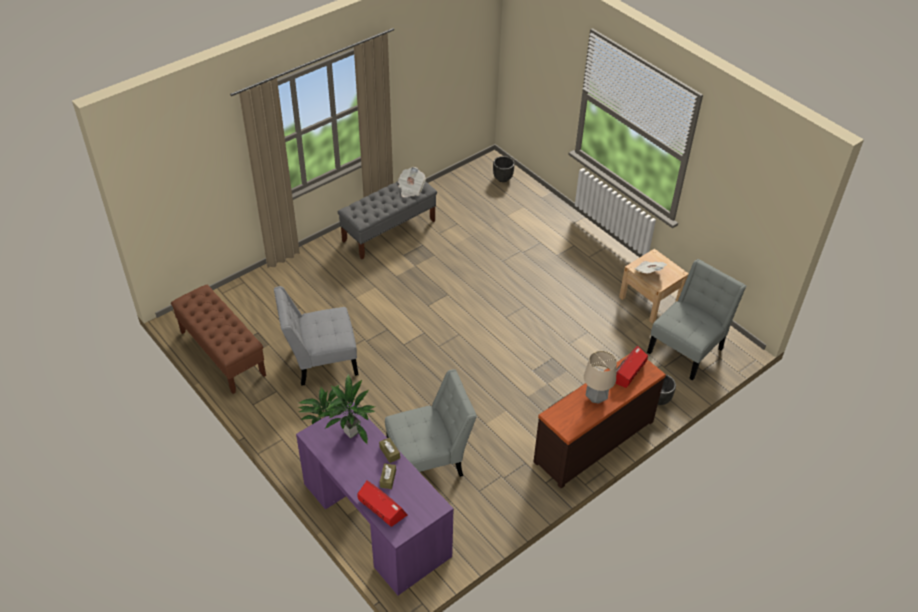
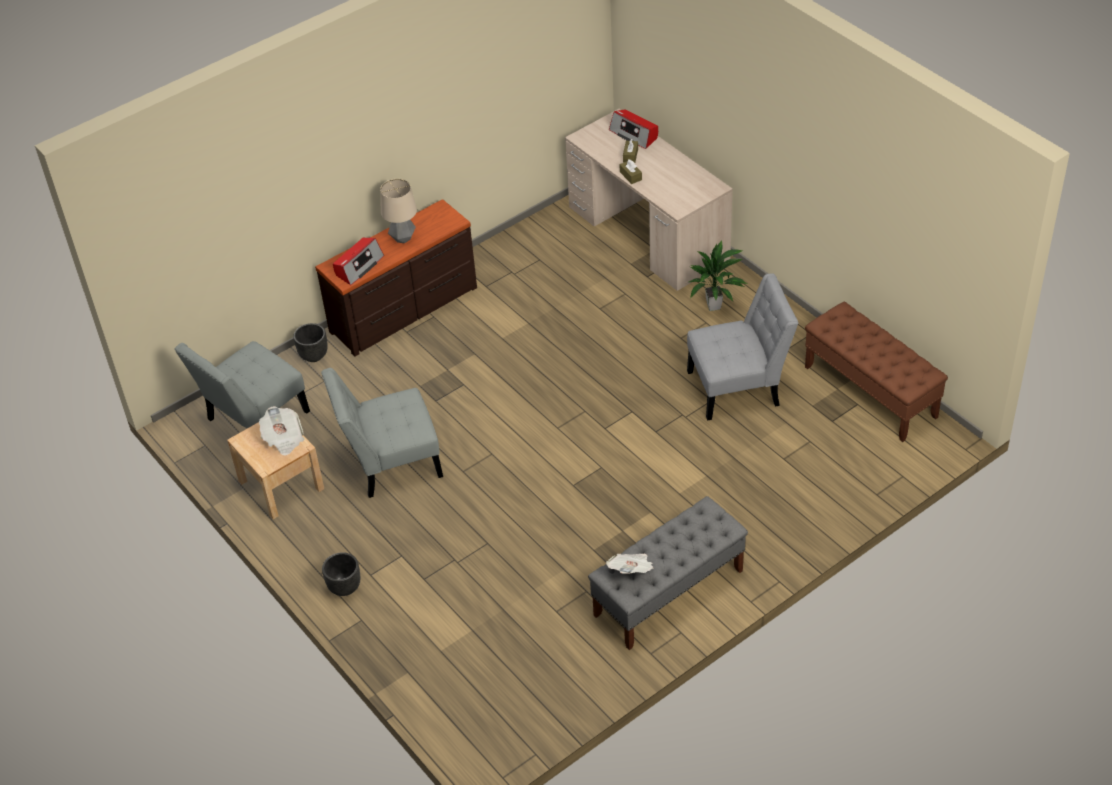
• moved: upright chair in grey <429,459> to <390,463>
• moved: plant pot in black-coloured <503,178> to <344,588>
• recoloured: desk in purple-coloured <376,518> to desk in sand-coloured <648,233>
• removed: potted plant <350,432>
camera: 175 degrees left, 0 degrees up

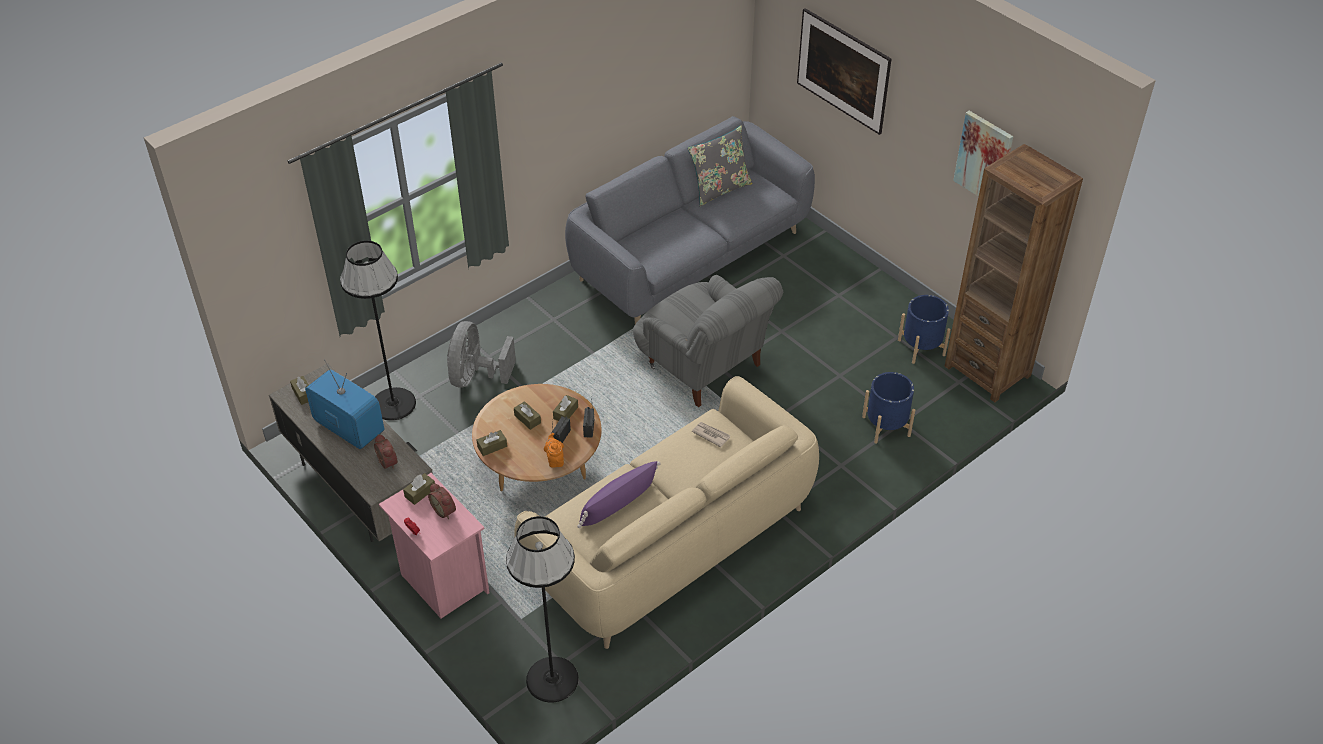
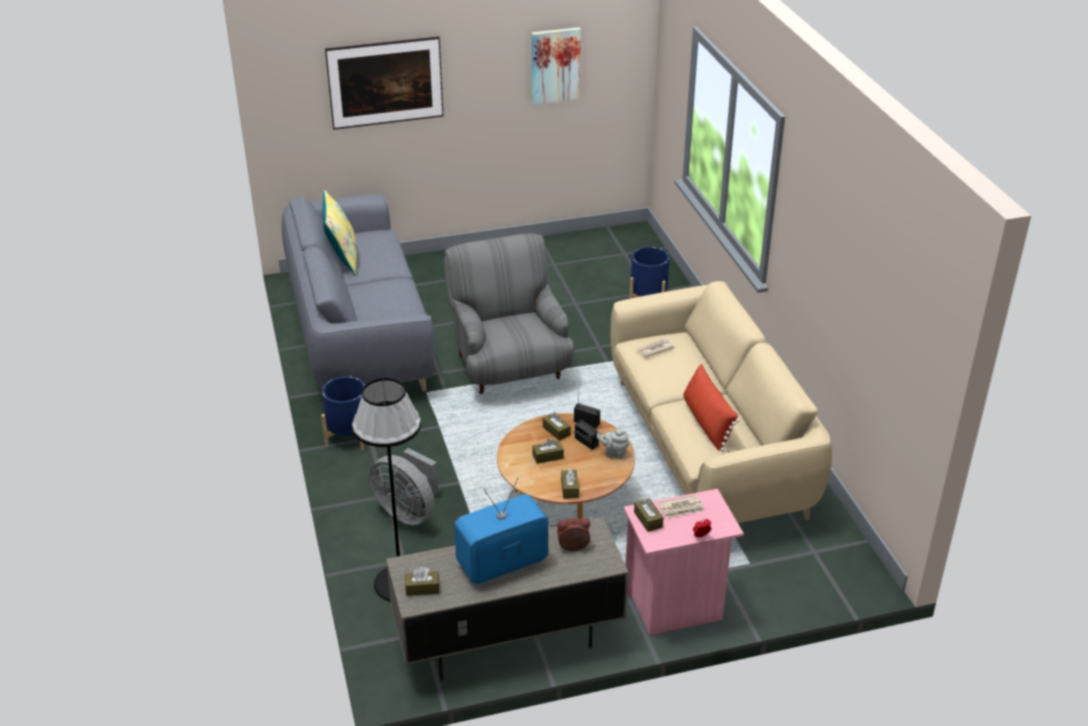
• moved: plant pot in blue <921,347> to <349,436>
• recoloured: throw pillow in grey <719,189> to throw pillow in yellowish <342,258>
• turned: easy chair in grey <704,366> = <509,367> 90 degrees counterclockwise
• recoloured: pot for tea in orangey <555,460> to pot for tea in grey <613,453>
• replaced: bedside clock <445,510> to printed paper <682,508>
• recoloured: throw pillow in purple-coloured <617,505> to throw pillow in red-coloured <707,422>
• removed: floor lamp in black-coloured <552,679>
• removed: bookshelf in brown-coloured <987,371>
camera: 65 degrees left, 10 degrees down

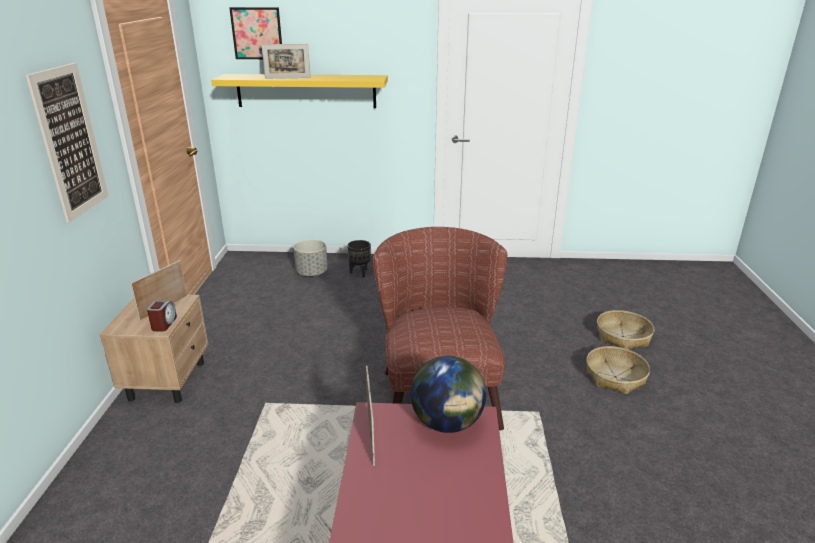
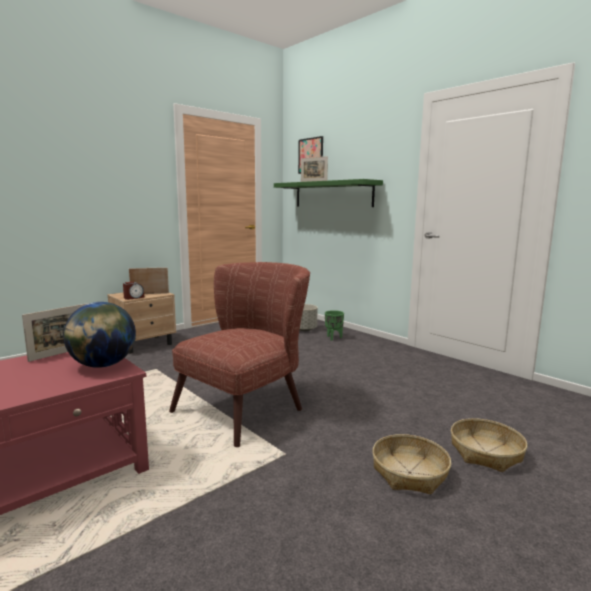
• recoloured: wall shelf in yellowish <306,91> to wall shelf in greenish <332,194>
• recoloured: plant pot in black-coloured <360,273> to plant pot in greenish <334,338>
• removed: picture <70,142>
camera: 45 degrees right, 15 degrees down

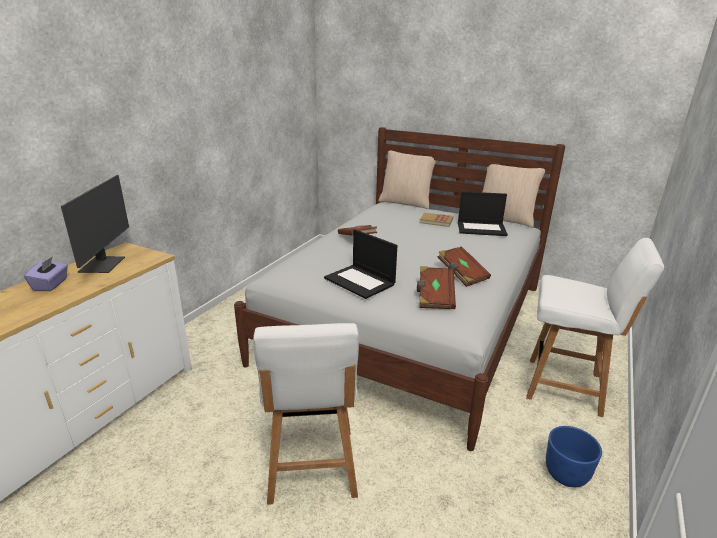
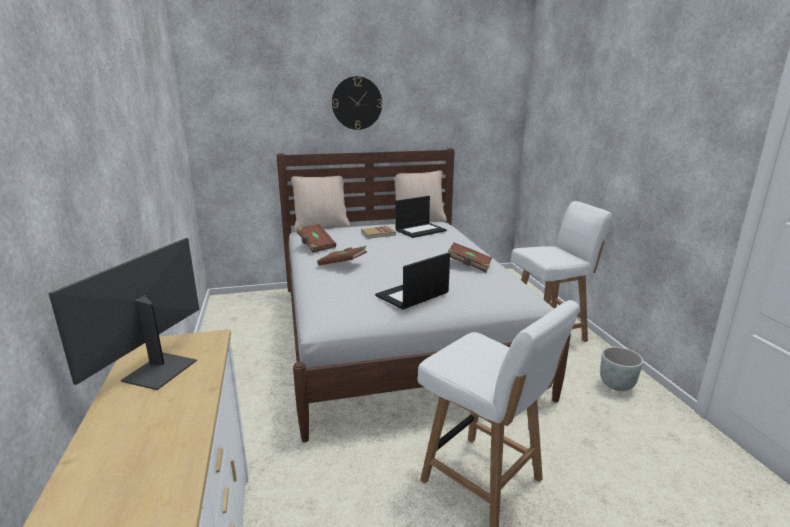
• turned: computer screen <103,264> = <158,370> 120 degrees counterclockwise
• moved: bound book in brown-coloured <434,297> to <315,245>
• added: hanging clock <357,103>
• turned: portable computer <360,281> = <412,295> 135 degrees clockwise
• recoloured: plant pot in blue <566,475> to plant pot in grey <617,385>
• removed: box of tissues in purple-coloured <51,285>
camera: 40 degrees left, 5 degrees down

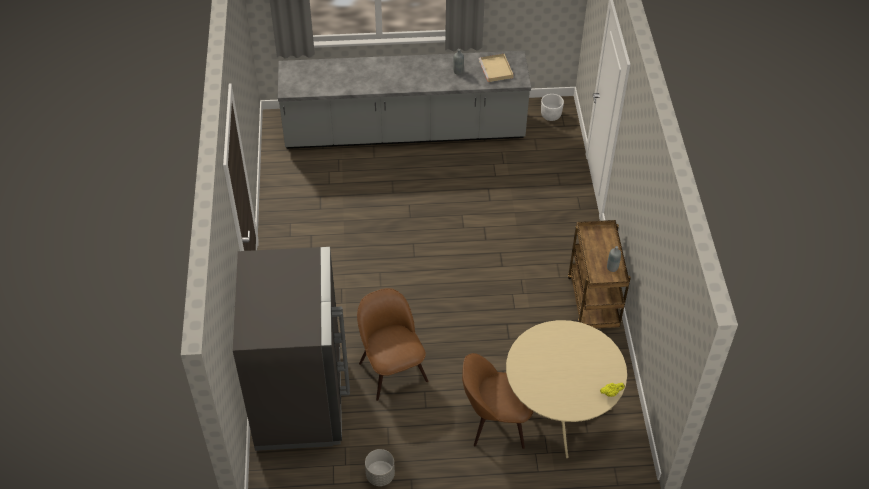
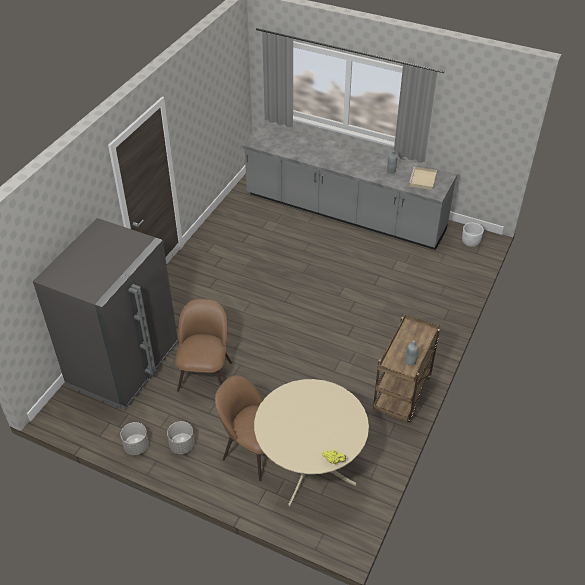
• added: plant pot in grey <182,446>
camera: 30 degrees right, 5 degrees down

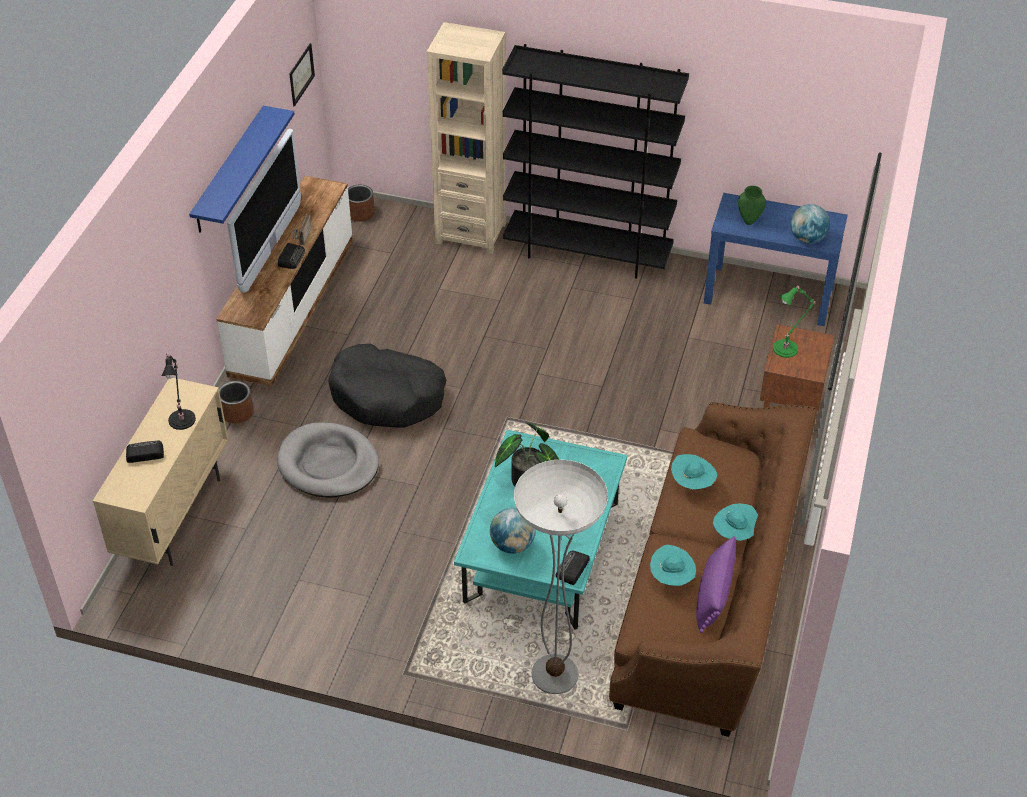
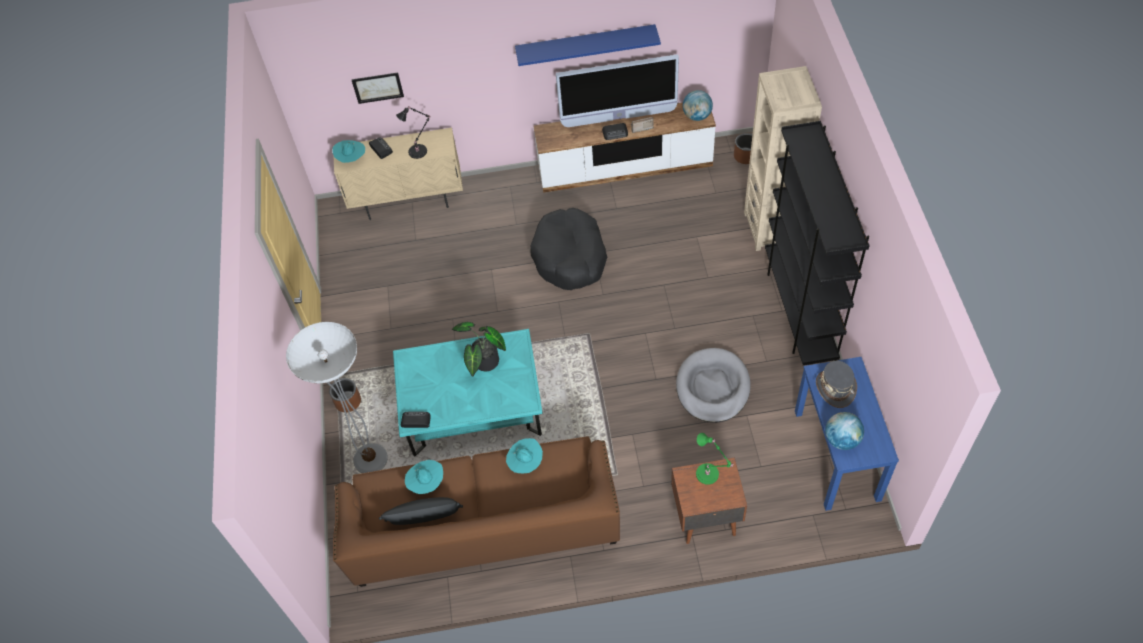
• moved: plant pot in brown-coloured <237,413> to <347,401>
• moved: hat in turquoise-coloured <734,534> to <351,159>
• moved: picture <301,74> to <378,87>
• recoloured: throw pillow in purple-coloured <713,595> to throw pillow in black-coloured <424,516>
• moved: dog cushion in grey <328,464> to <712,387>
• moved: desk globe <512,545> to <697,116>
• replaced: flower vase in greenish <749,221> to hat in grey <835,388>
camera: 70 degrees right, 10 degrees up

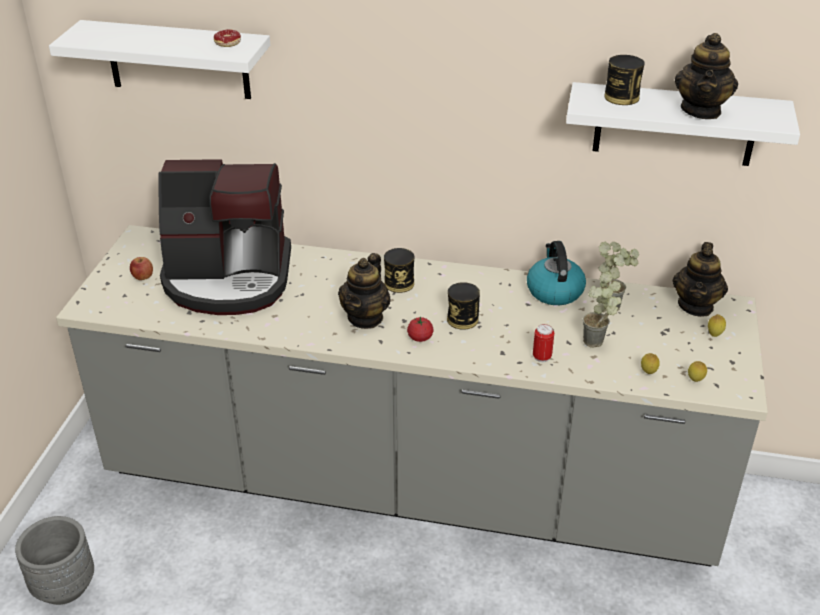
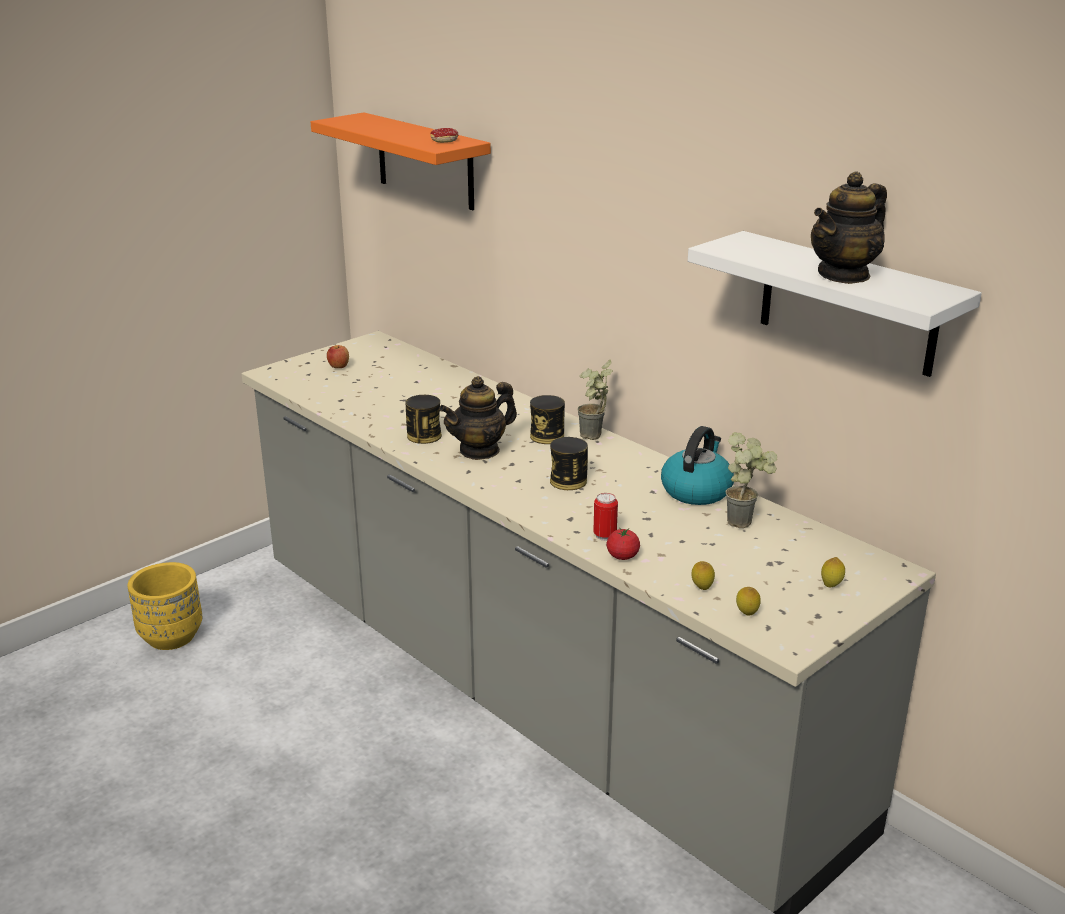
• recoloured: plant pot in grey <64,586> to plant pot in yellowish <171,636>
• recoloured: wall shelf in white <178,60> to wall shelf in orangey <425,161>
• moved: metal can <621,97> to <424,436>
• moved: potted plant <599,344> to <593,438>
• moved: whole tomato <420,338> to <622,556>
• removed: coffee maker <228,279>
• removed: pot for tea <696,306>
camera: 35 degrees right, 10 degrees down

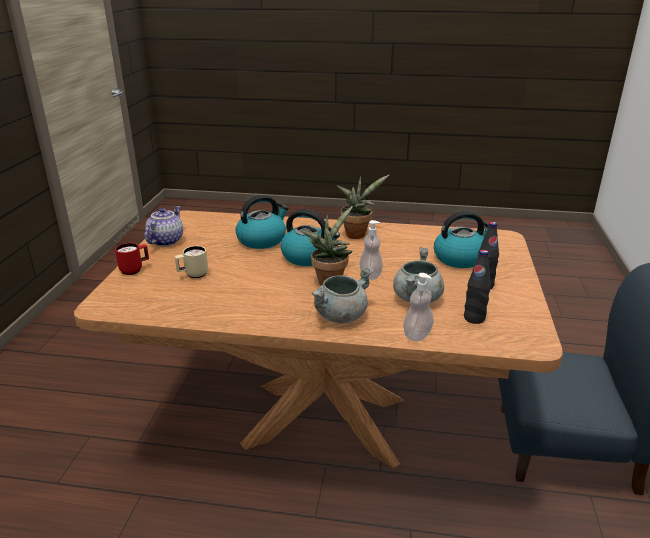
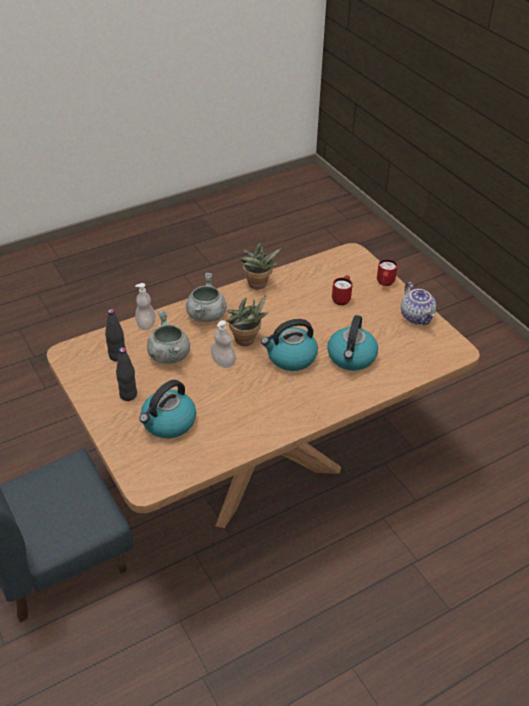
• moved: potted plant <357,233> to <257,286>
• recoloured: mug in sand-coloured <193,275> to mug in red-coloured <342,298>
camera: 140 degrees right, 15 degrees up

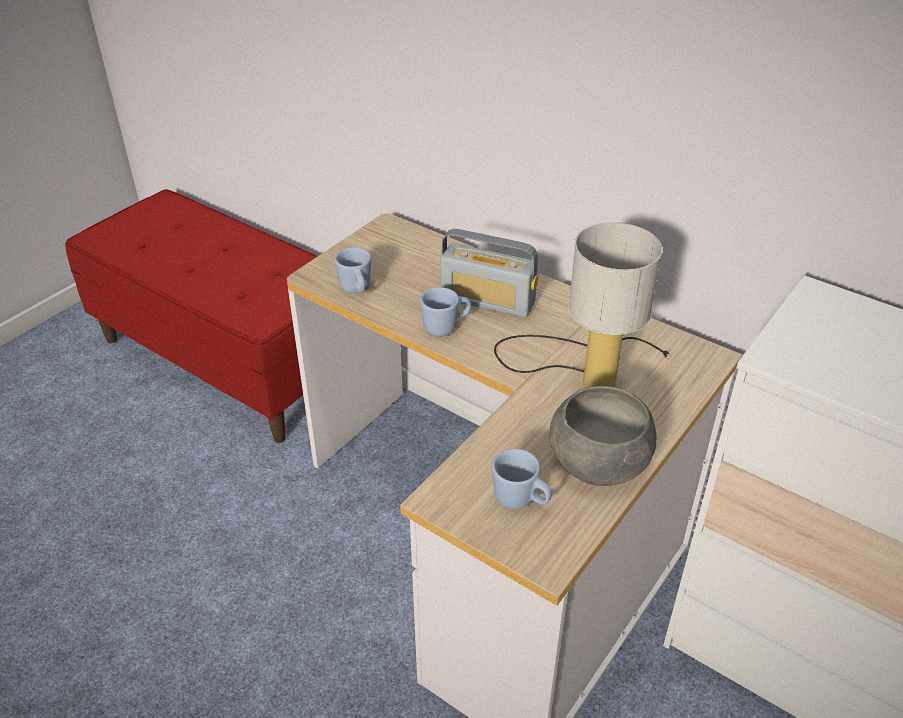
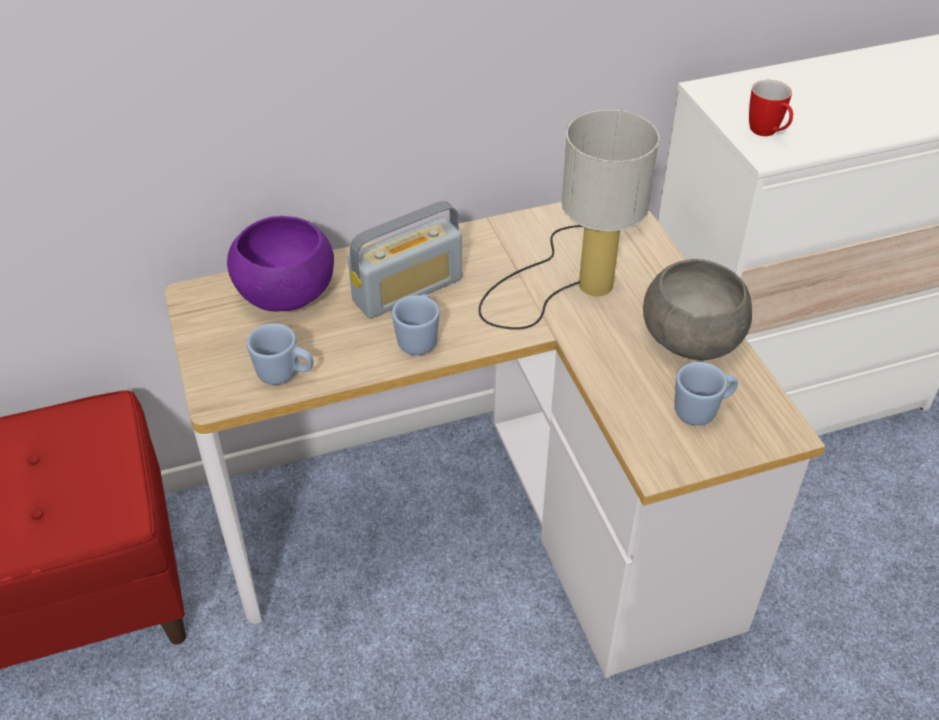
• added: bowl in purple-coloured <286,292>
• added: mug <767,133>
camera: 55 degrees left, 5 degrees up

